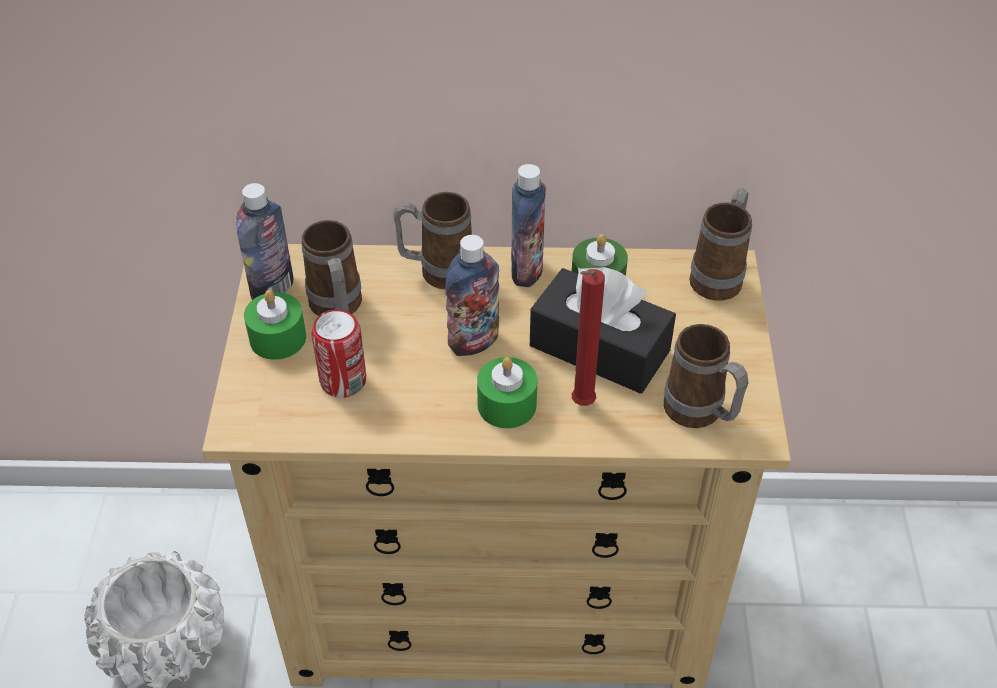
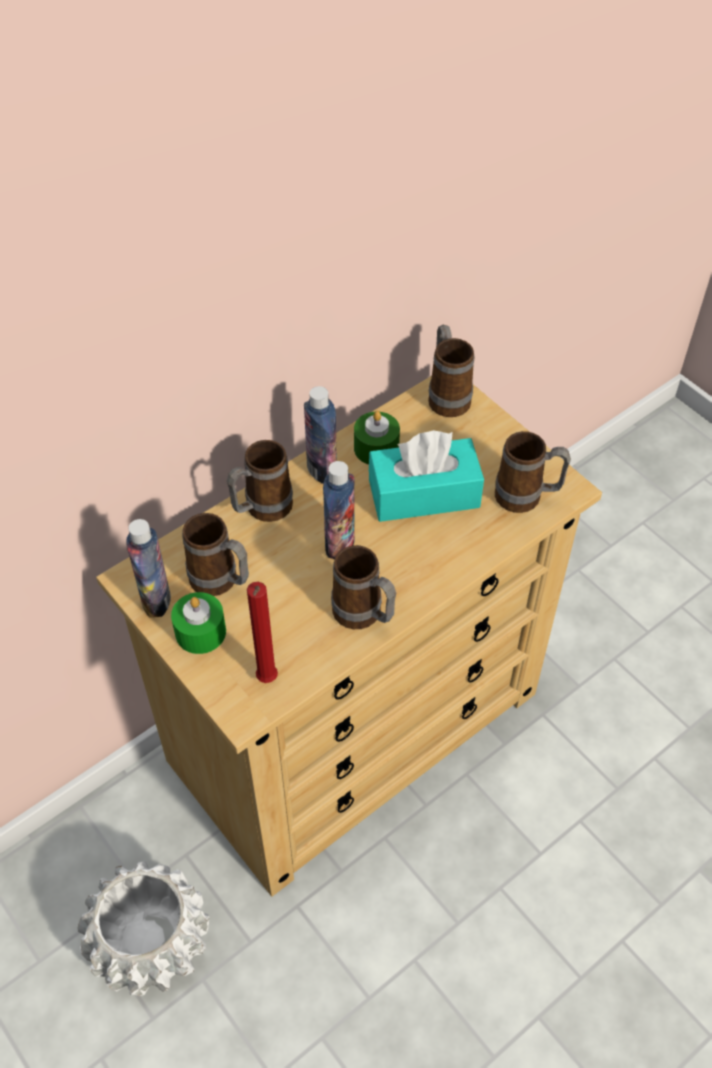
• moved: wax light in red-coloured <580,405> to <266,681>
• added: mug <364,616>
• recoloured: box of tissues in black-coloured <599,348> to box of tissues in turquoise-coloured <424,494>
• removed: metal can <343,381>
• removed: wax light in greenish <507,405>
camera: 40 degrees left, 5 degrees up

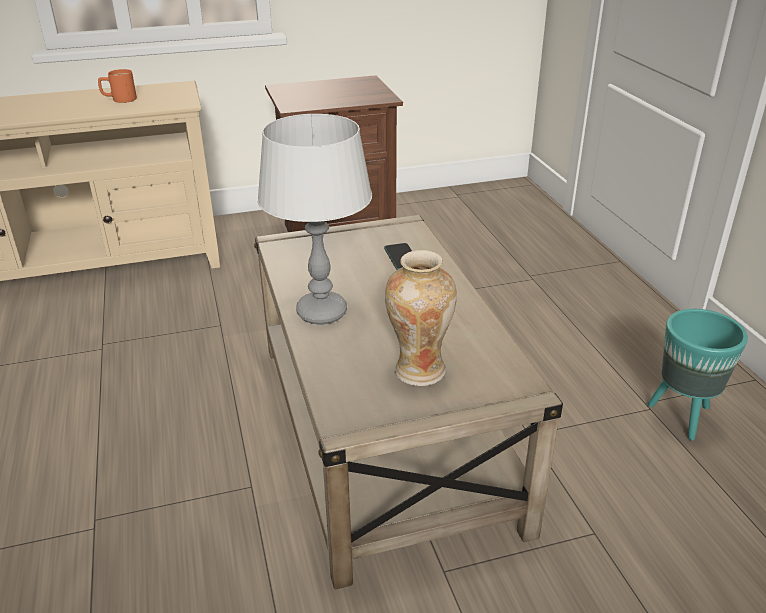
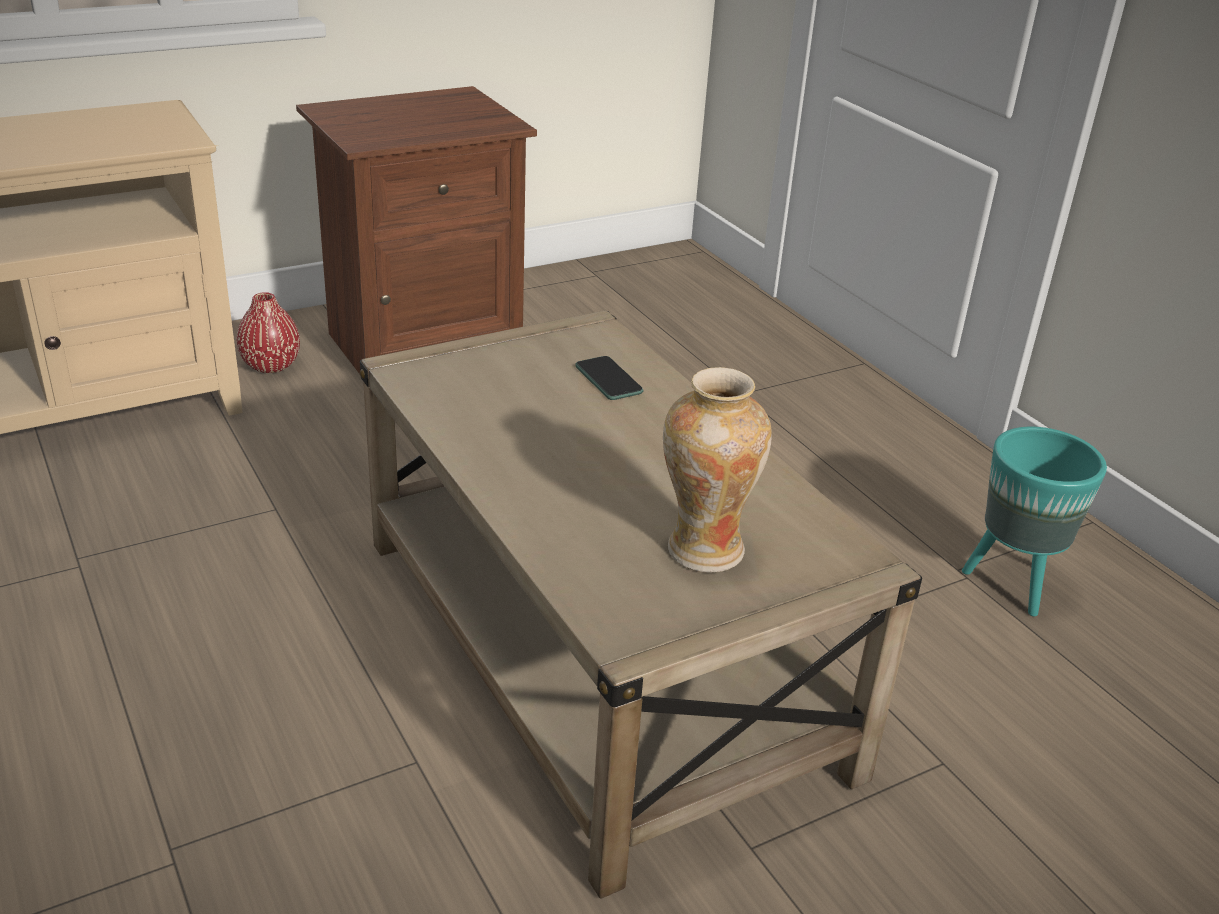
• added: flower vase in red-coloured <271,365>
• removed: mug in orangey <119,99>
• removed: table lamp in grey <321,312>
camera: 15 degrees left, 0 degrees up

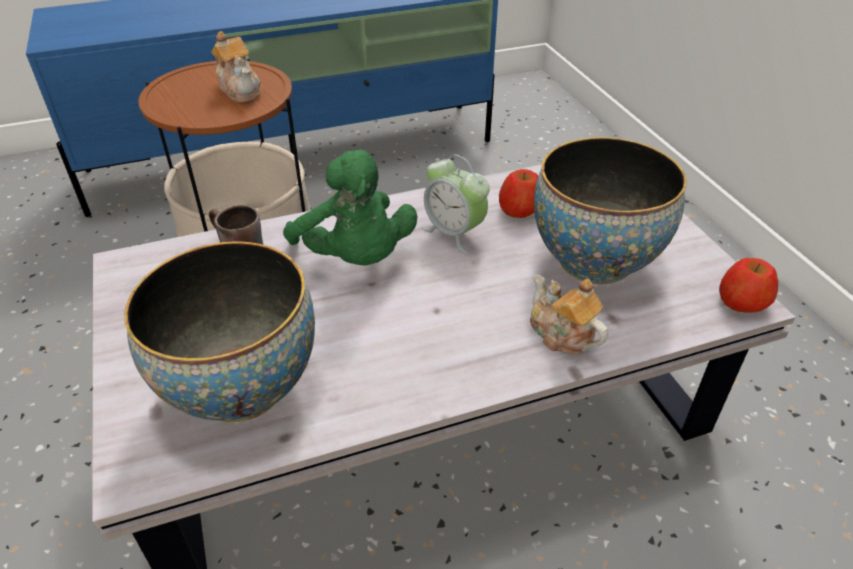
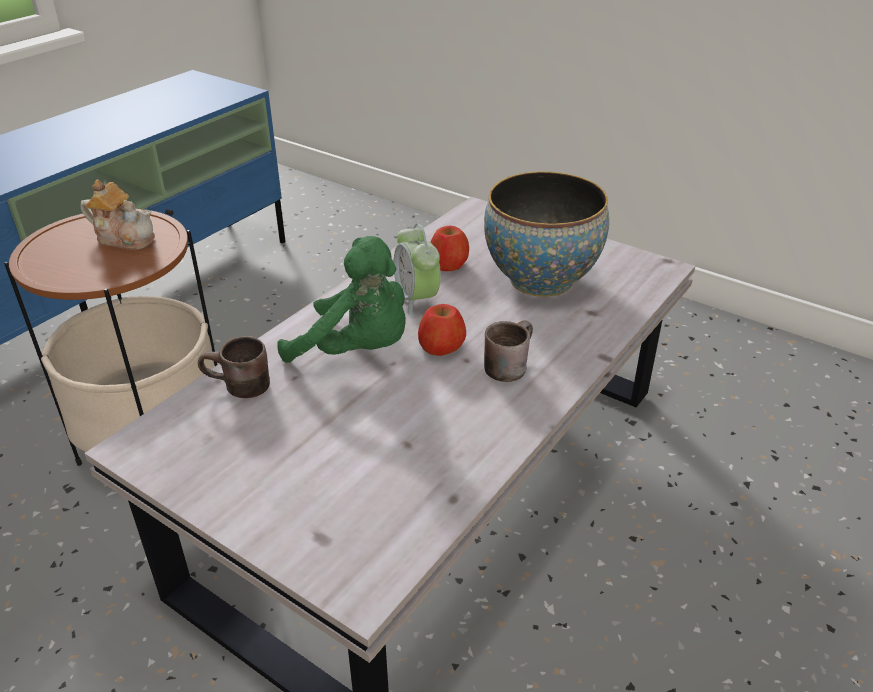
• turned: bedside clock <454,233> = <417,300> 60 degrees clockwise
• moved: apple fruit <741,302> to <441,347>
• added: mug in brown-coloured <506,364>
• removed: bowl <241,388>
• removed: pot for tea <561,334>
camera: 35 degrees left, 5 degrees down

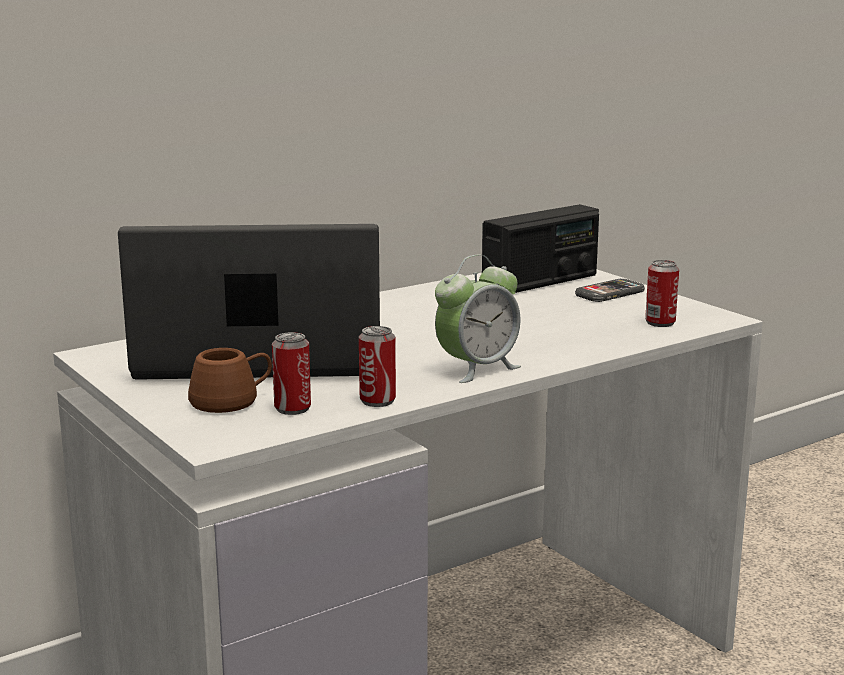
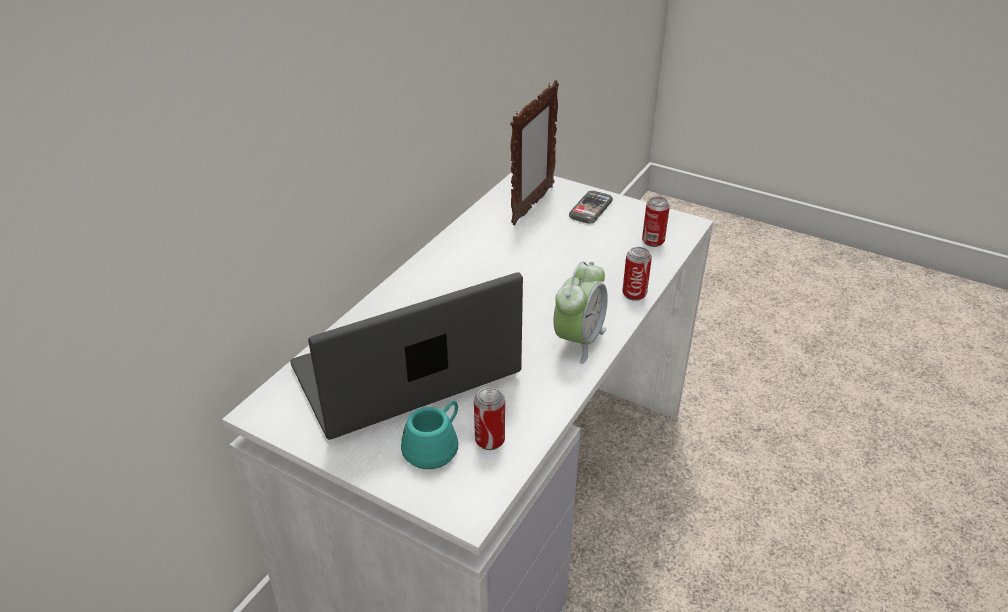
• recoloured: mug in brown-coloured <232,401> to mug in turquoise-coloured <435,445>
• replaced: radio receiver <540,282> to picture frame <532,205>
• moved: metal can <377,401> to <634,294>
camera: 25 degrees left, 20 degrees up

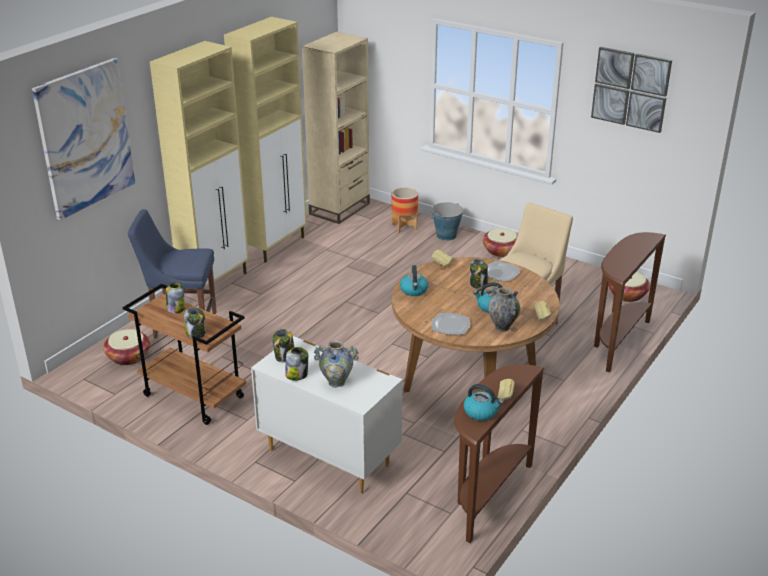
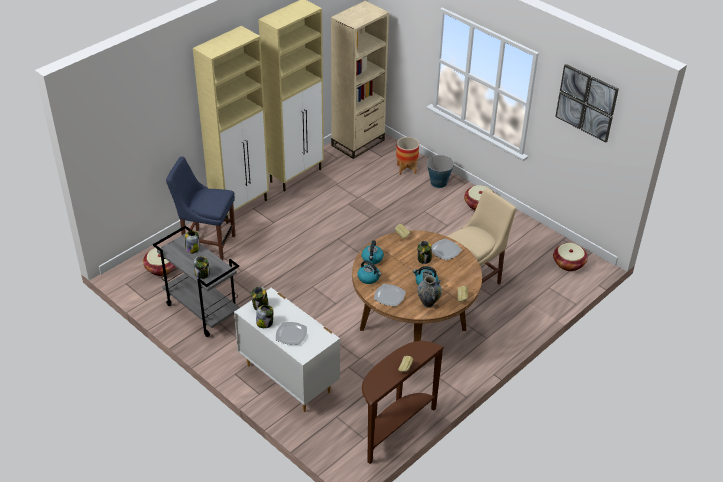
• recoloured: wheeled cart in brown-coloured <192,396> to wheeled cart in grey <201,311>
• replaced: flower vase <336,382> to plate <291,334>
• moved: water kettle <481,412> to <369,278>
• removed: picture <85,138>
• removed: hall table in brown-coloured <616,341>
camera: 10 degrees right, 10 degrees up

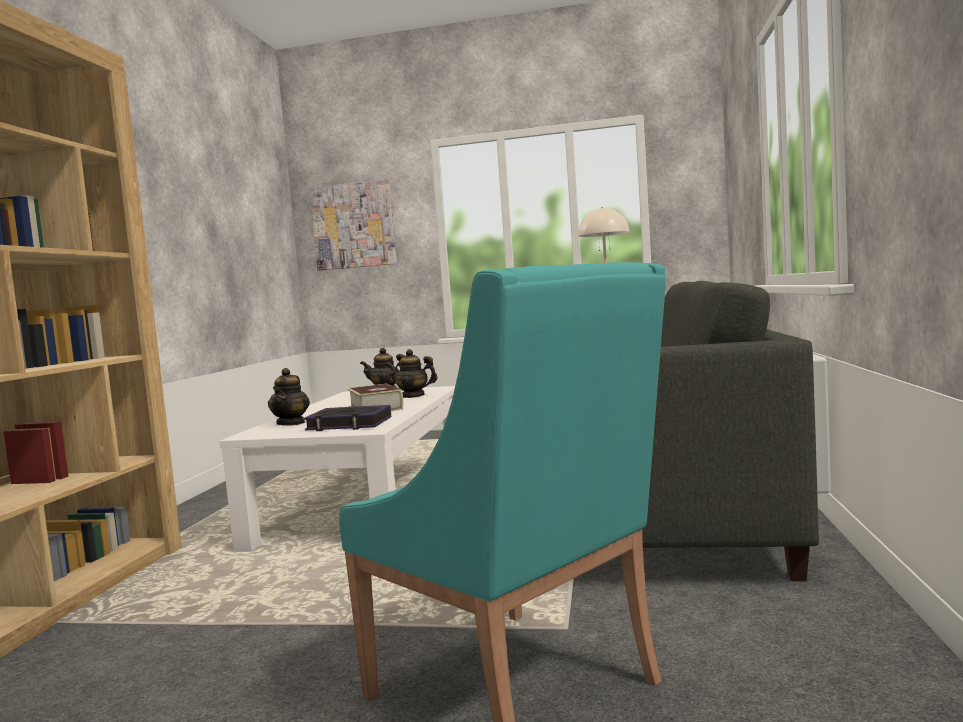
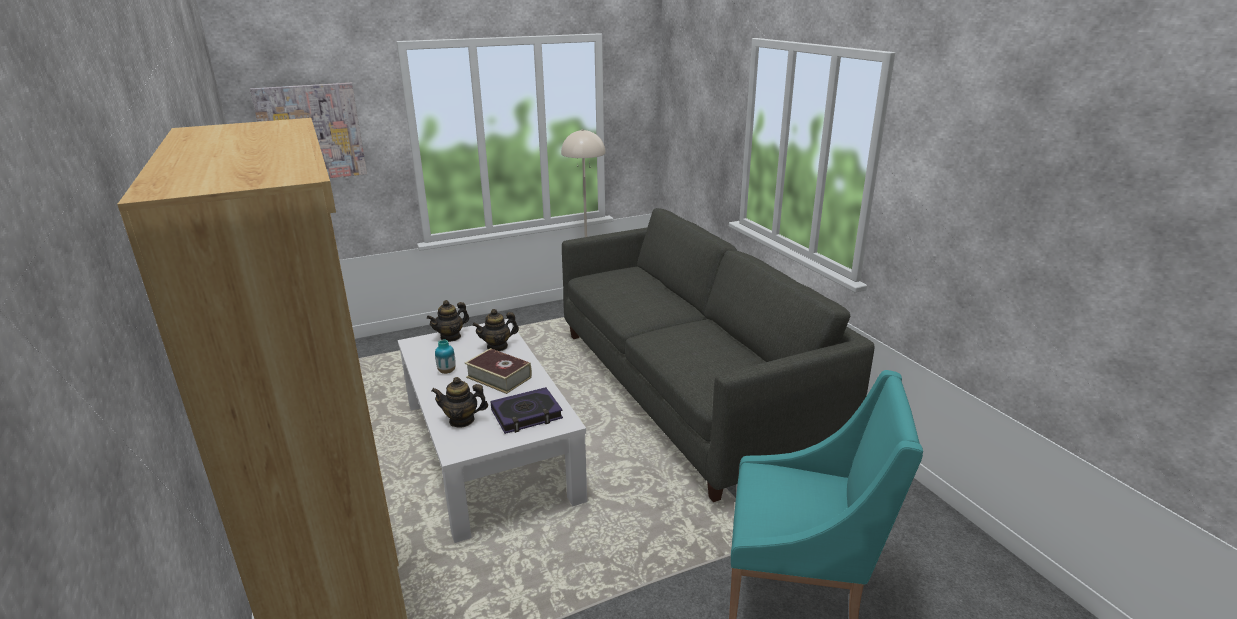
• turned: pot for tea <291,423> = <462,420> 120 degrees clockwise
• added: flower vase <447,371>
camera: 35 degrees left, 20 degrees up

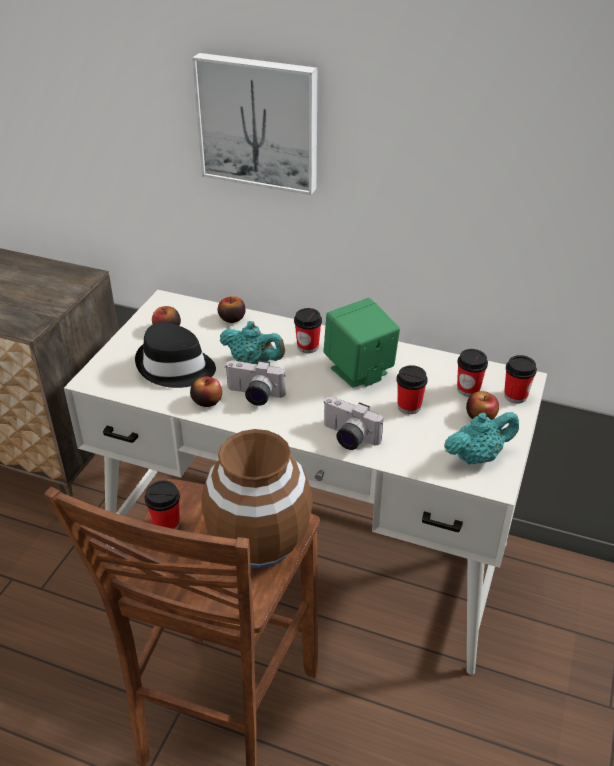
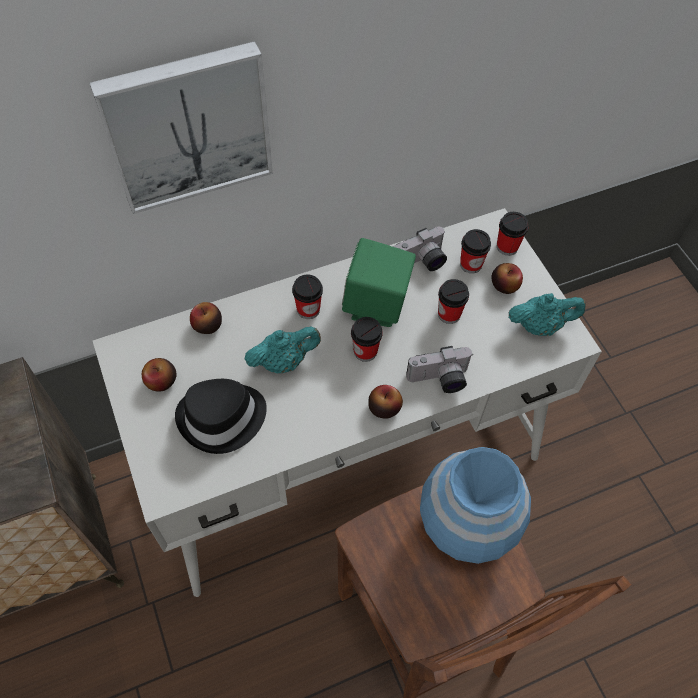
• moved: drinking cup <166,524> to <365,351>
• moved: apple fruit <207,401> to <384,407>
• moved: still camera <254,396> to <420,263>
• recoloured: flower vase in brown-coloured <259,540> to flower vase in blue <466,524>
• turned: pot for tea in turquoise-coloured <477,456> = <540,326> 60 degrees clockwise
camera: 45 degrees left, 20 degrees up

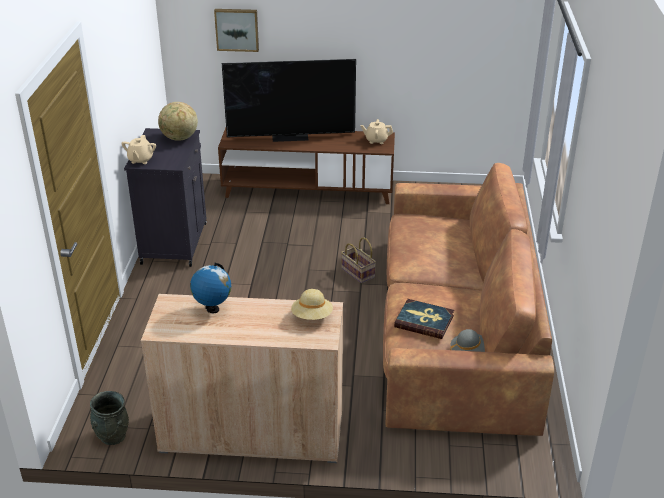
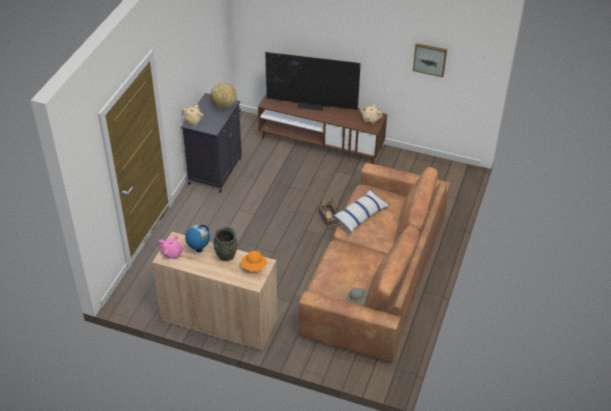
• added: pot for tea in pinkish <172,254>
• moved: flower vase in grey <112,436> to <226,255>
• recoloured: hat in sand-coloured <312,316> to hat in orangey <254,266>
• added: throw pillow <360,215>
• moved: picture <237,29> to <430,59>
• removed: bound book <424,321>
camera: 15 degrees right, 10 degrees up

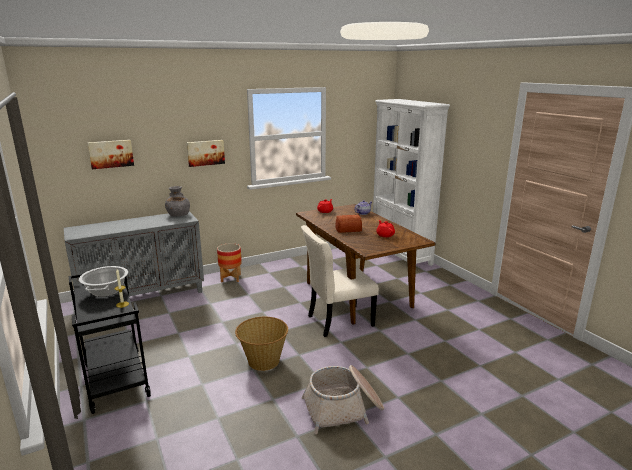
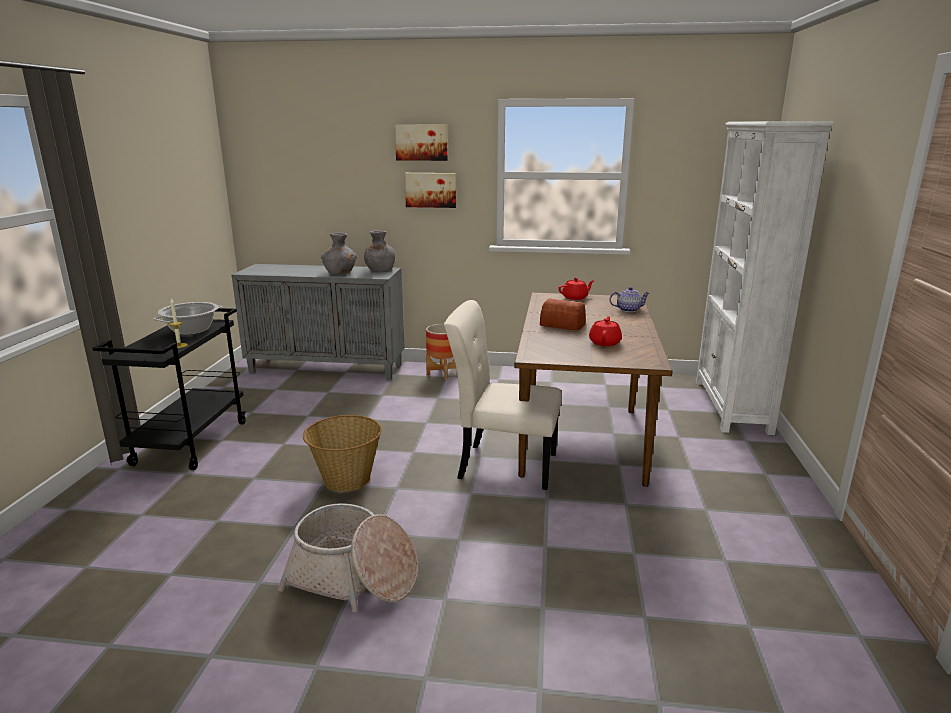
• added: flower vase in grey <340,273>
• moved: picture <111,154> to <421,142>
camera: 35 degrees right, 0 degrees up

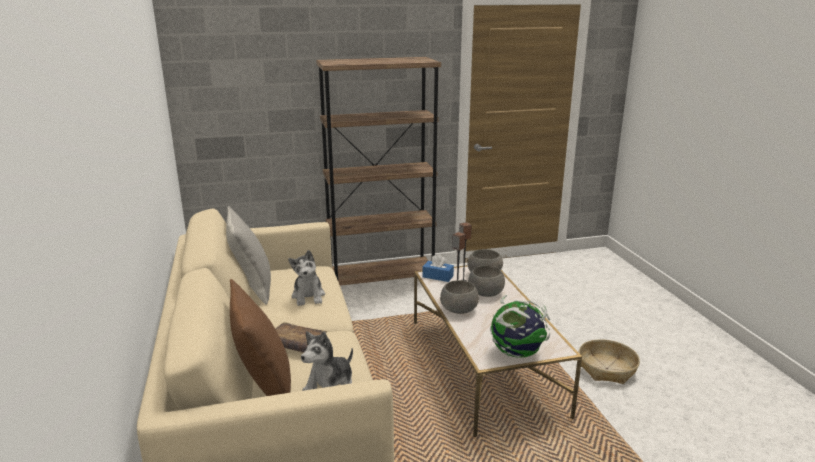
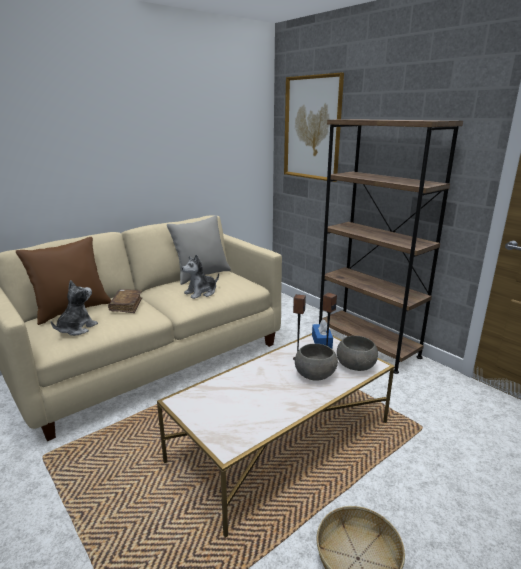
• turned: cuddly toy <330,386> = <76,328> 105 degrees clockwise
• added: picture <312,128>
• removed: bowl in grey <458,309>
• removed: desk globe <517,353>
camera: 65 degrees right, 0 degrees up

